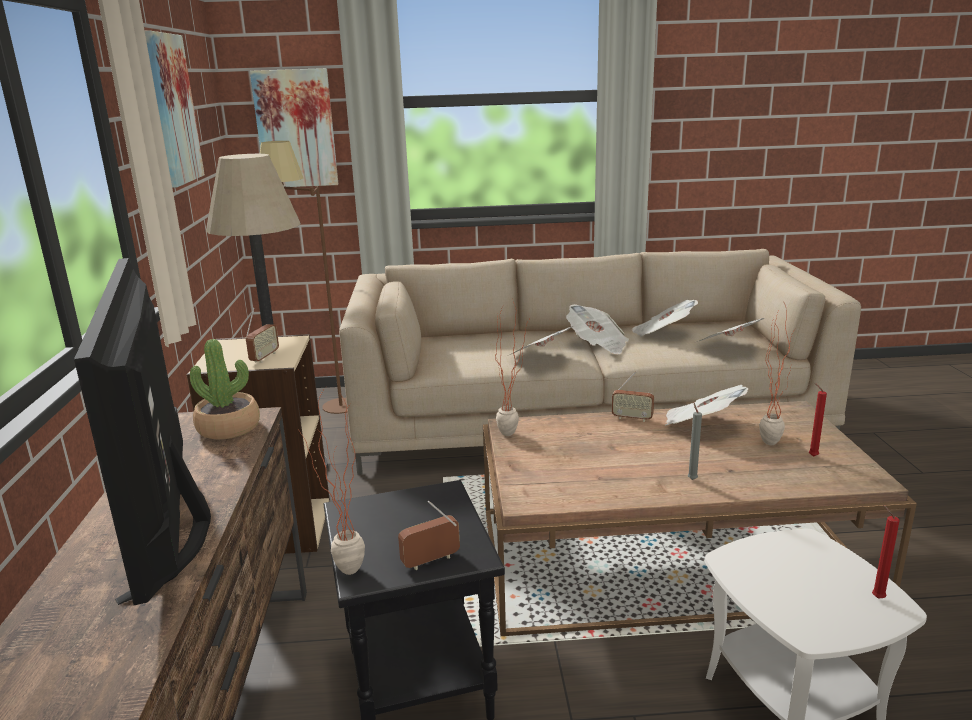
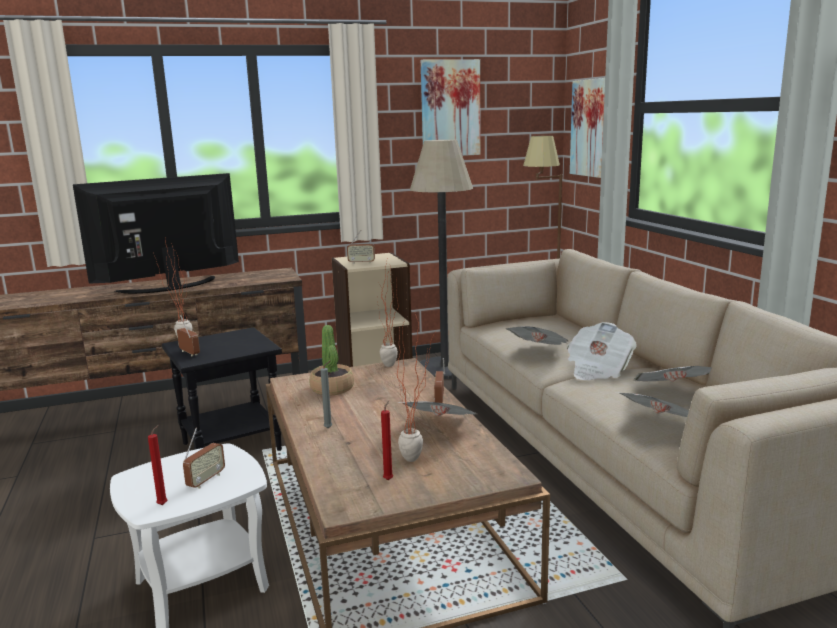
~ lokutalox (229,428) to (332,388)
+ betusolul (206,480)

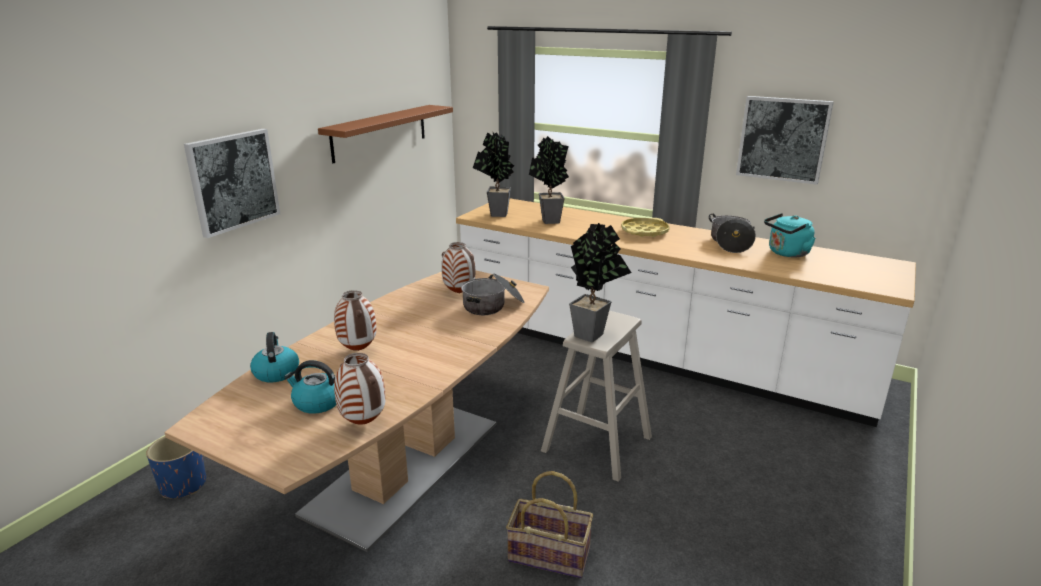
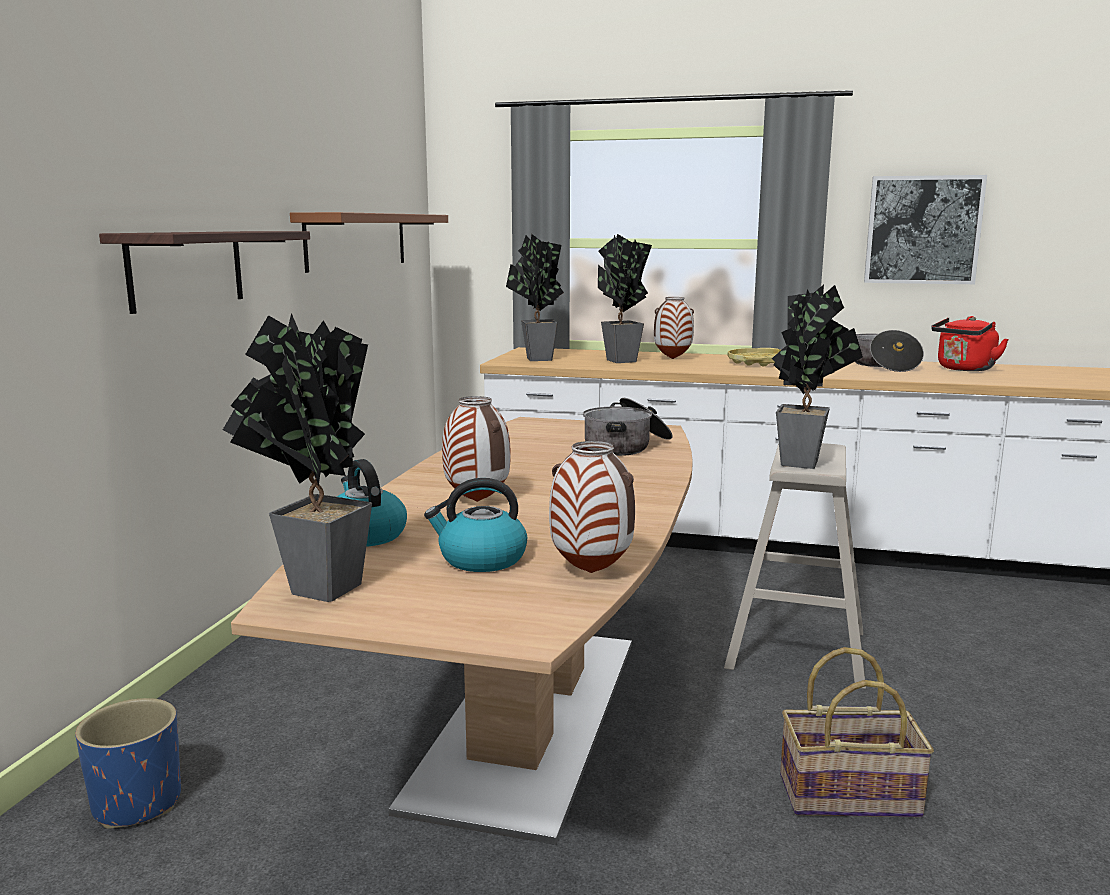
~ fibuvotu (233,181) to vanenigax (187,269)
~ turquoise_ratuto (786,253) to red_ratuto (964,369)
~ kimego (460,293) to (673,359)
+ lokutalox (314,591)

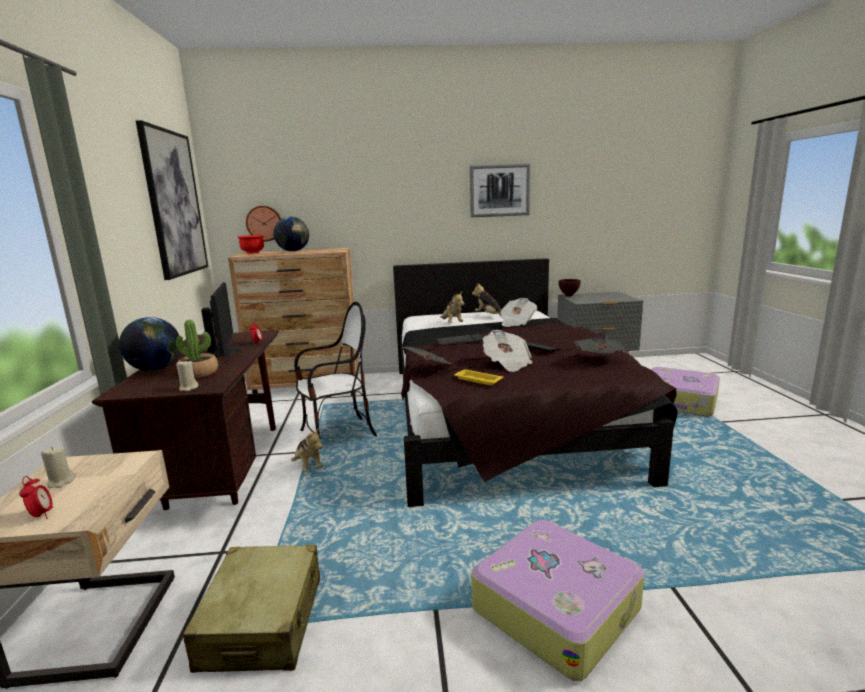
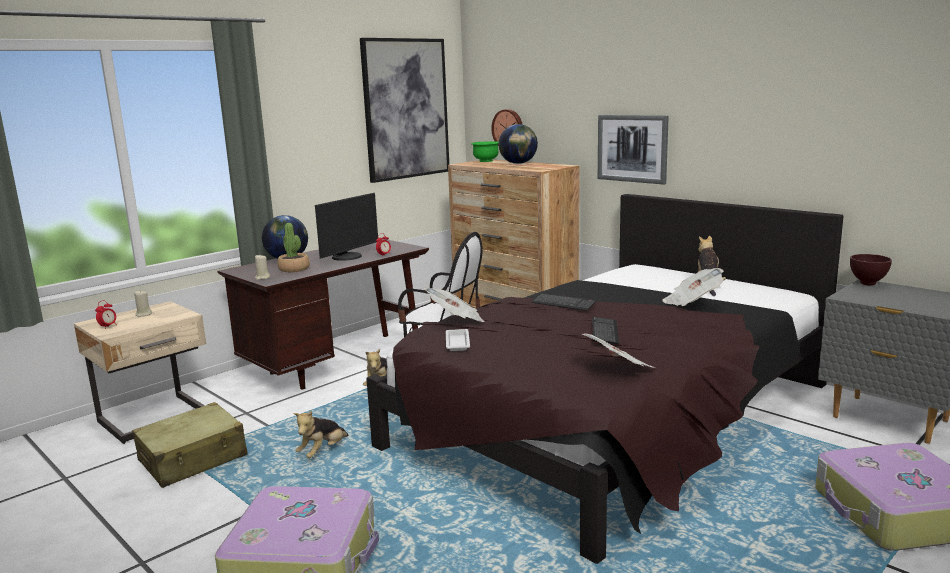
~ fibuvotu (499,190) to (632,148)
~ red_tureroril (253,253) to green_tureroril (485,161)
~ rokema (452,323) to (323,452)
- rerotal (507,363)
~ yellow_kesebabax (477,380) to white_kesebabax (457,342)

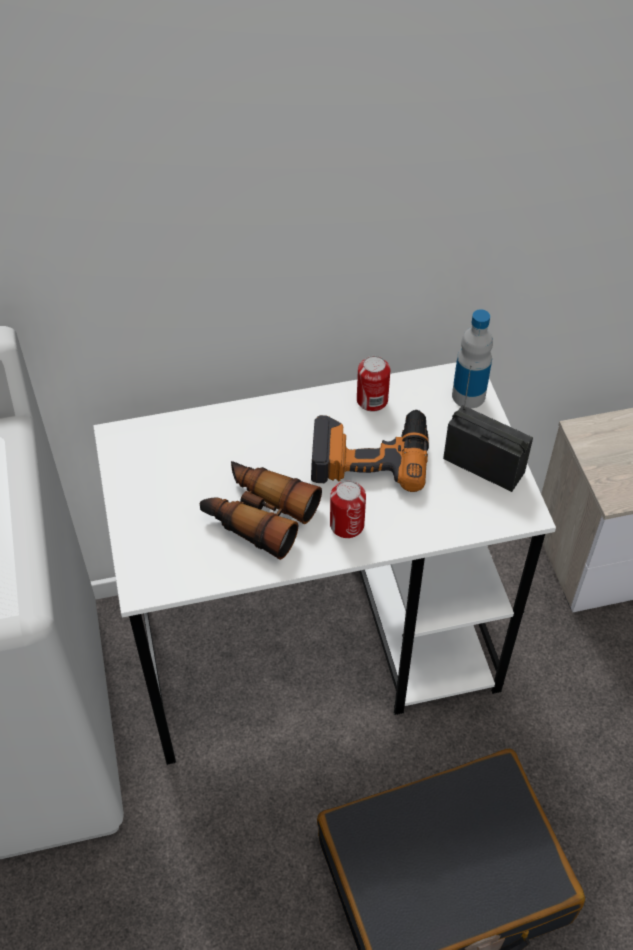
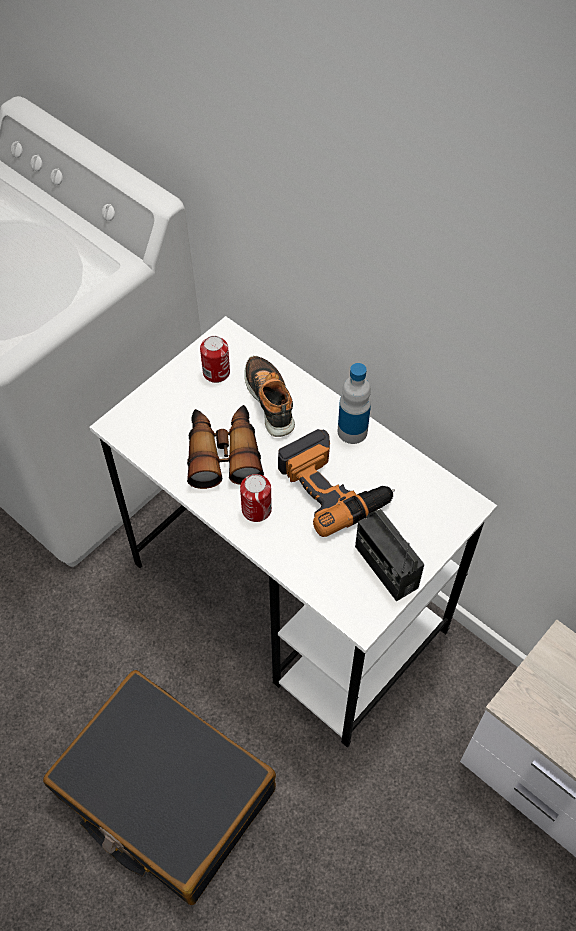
~ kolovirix (468,396) to (352,431)
~ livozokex (372,400) to (216,372)
~ betusolul (484,465) = (385,567) 150 degrees clockwise
+ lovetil (270,400)

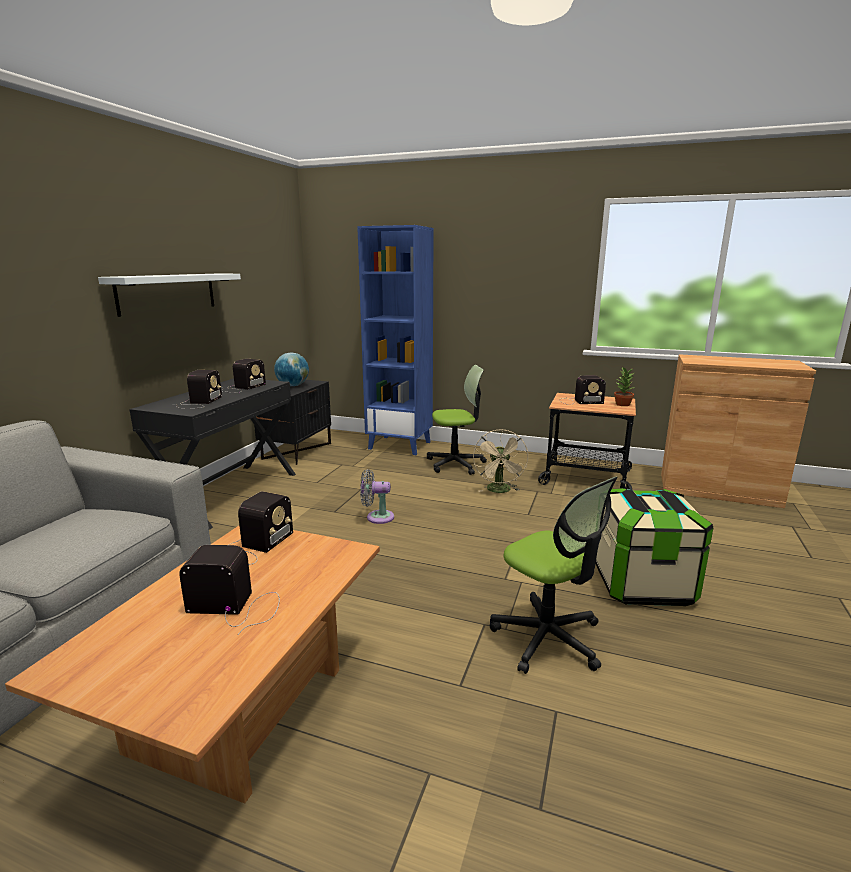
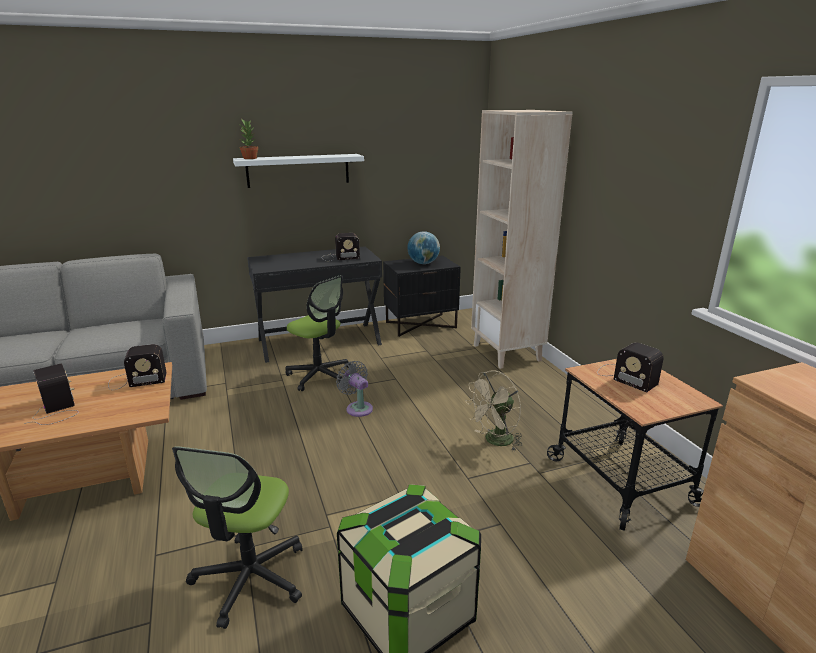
~ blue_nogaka (400,445) to beige_nogaka (507,353)
~ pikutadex (455,464) to (319,375)
~ lokutalox (622,404) to (250,158)
- betusolul (198,402)

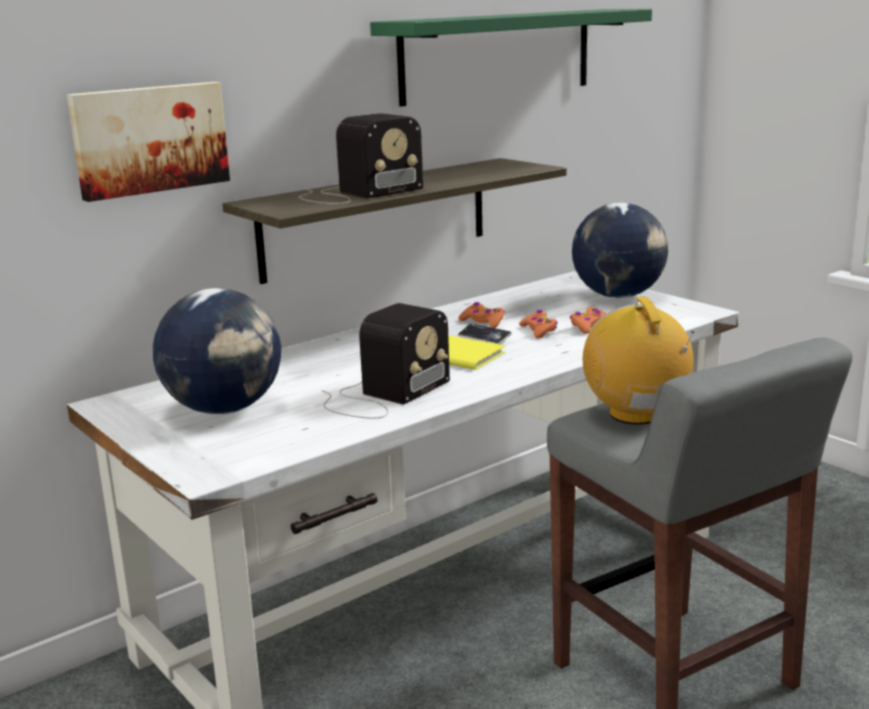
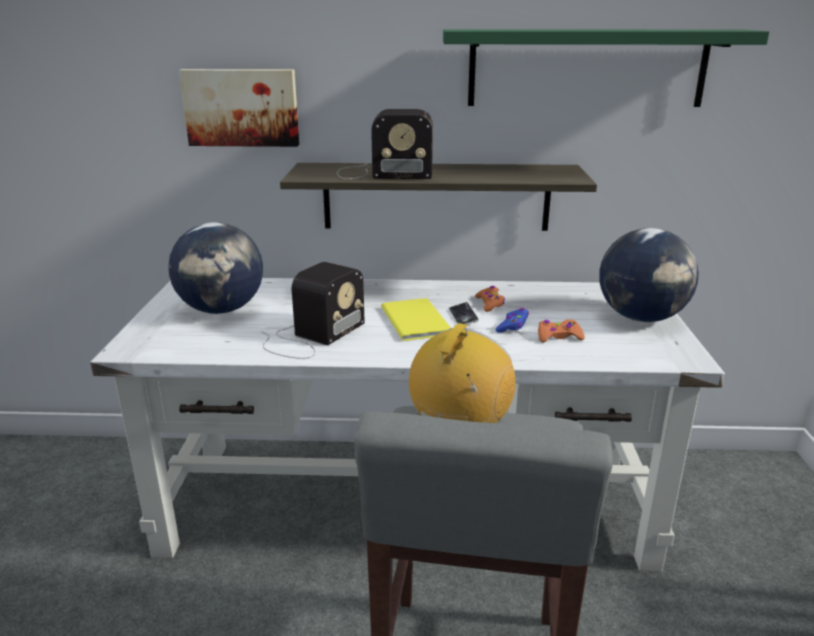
~ betusolul (383,395) = (311,336) 45 degrees counterclockwise
~ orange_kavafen (539,330) to blue_kavafen (512,326)

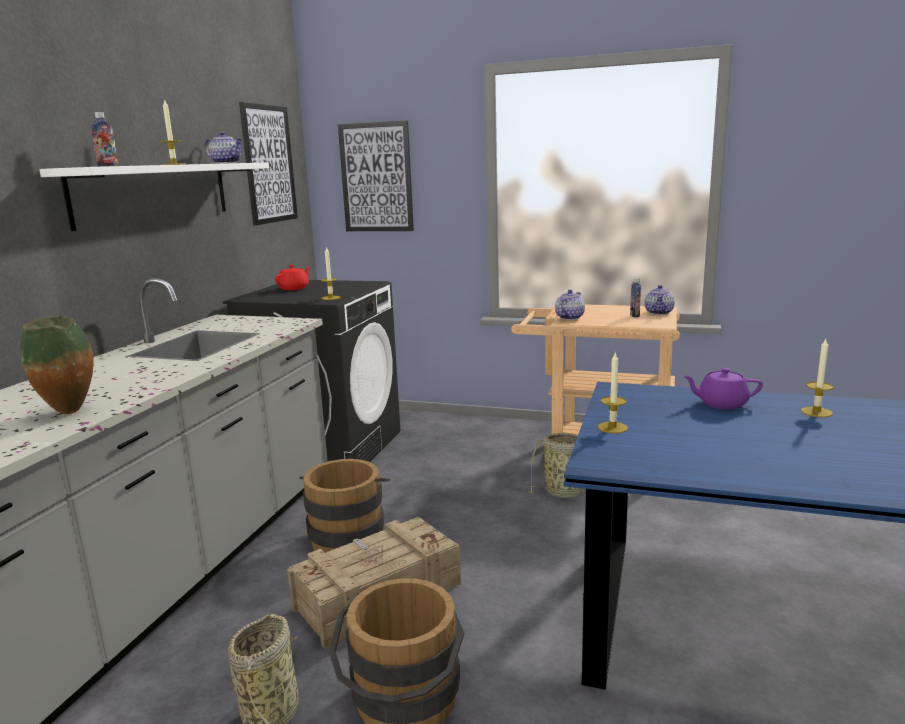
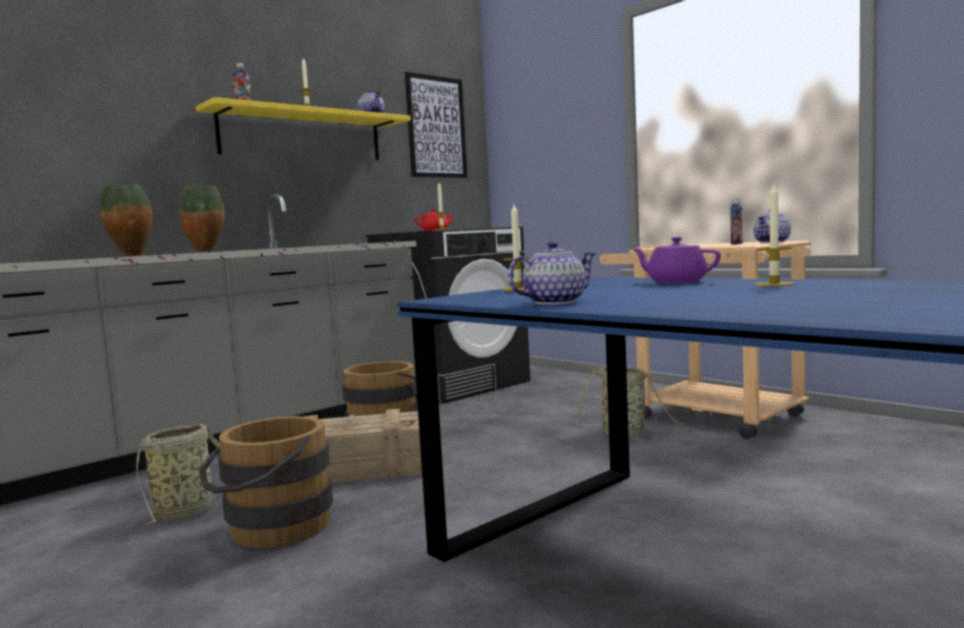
- fibuvotu (376,177)
~ white_vanenigax (154,193) to yellow_vanenigax (303,136)
~ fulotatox (569,317) to (553,302)
+ kimego (206,252)

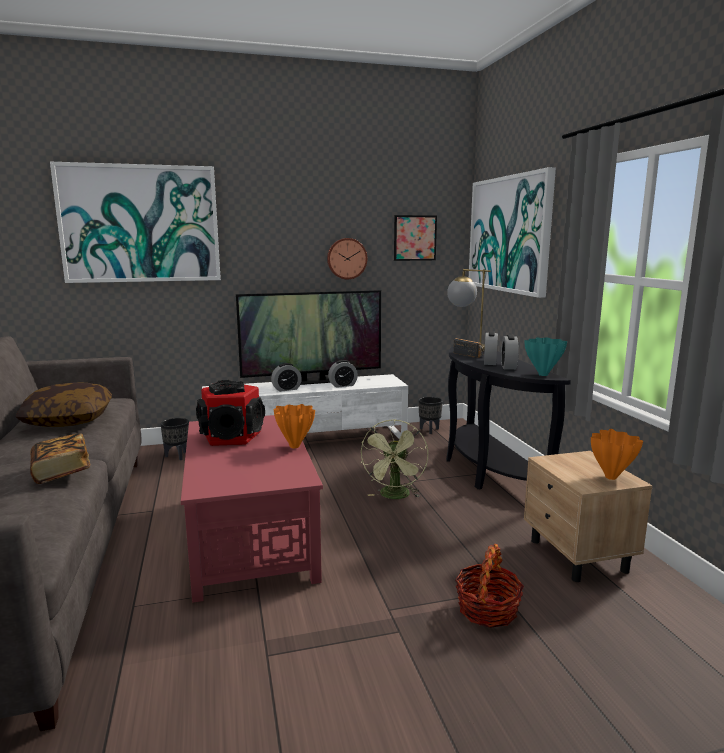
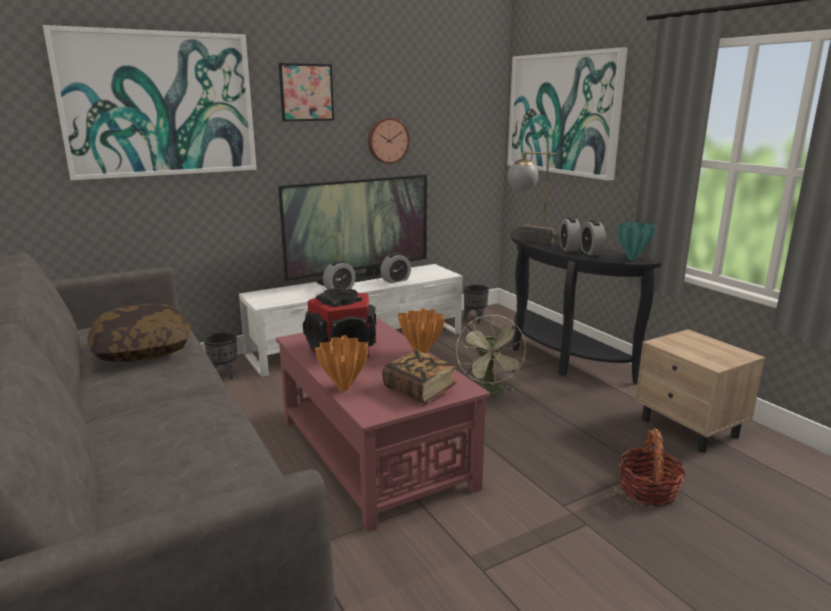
~ fibuvotu (415,238) to (306,92)
~ orange_kimego (611,478) to (344,388)
~ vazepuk (61,472) to (419,390)

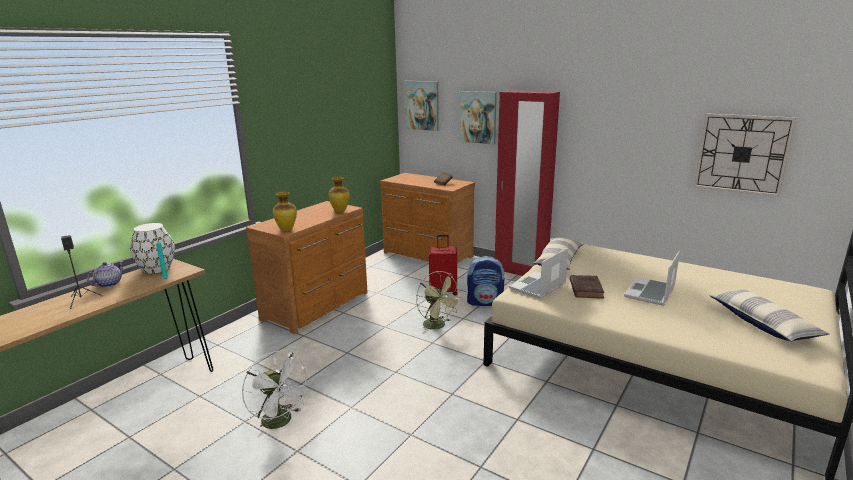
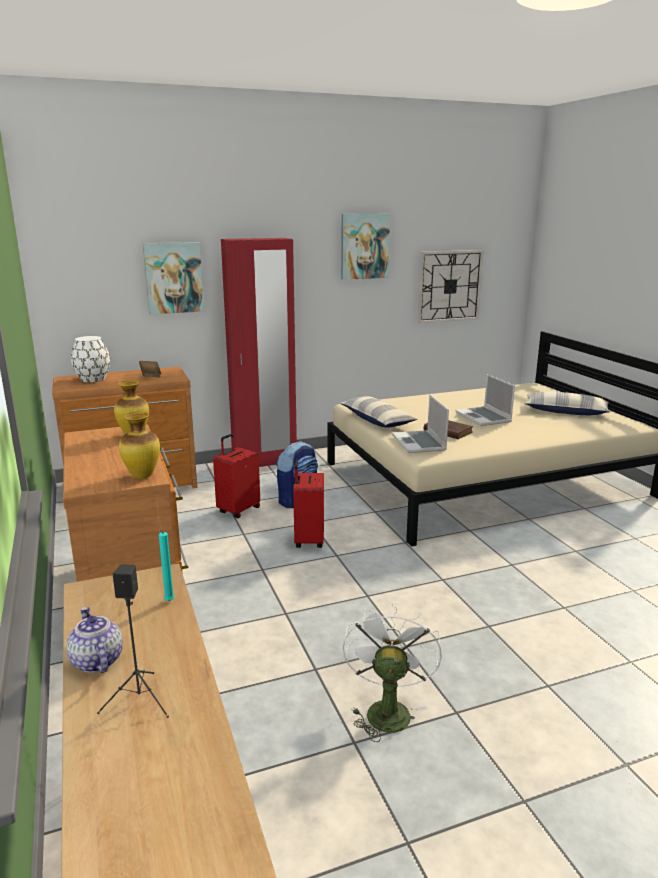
~ fibuvotu (422,105) to (364,246)
~ white_kimego (156,269) to (93,379)
~ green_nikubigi (438,326) to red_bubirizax (308,540)
~ white_nikubigi (281,422) = (387,709) 75 degrees counterclockwise

